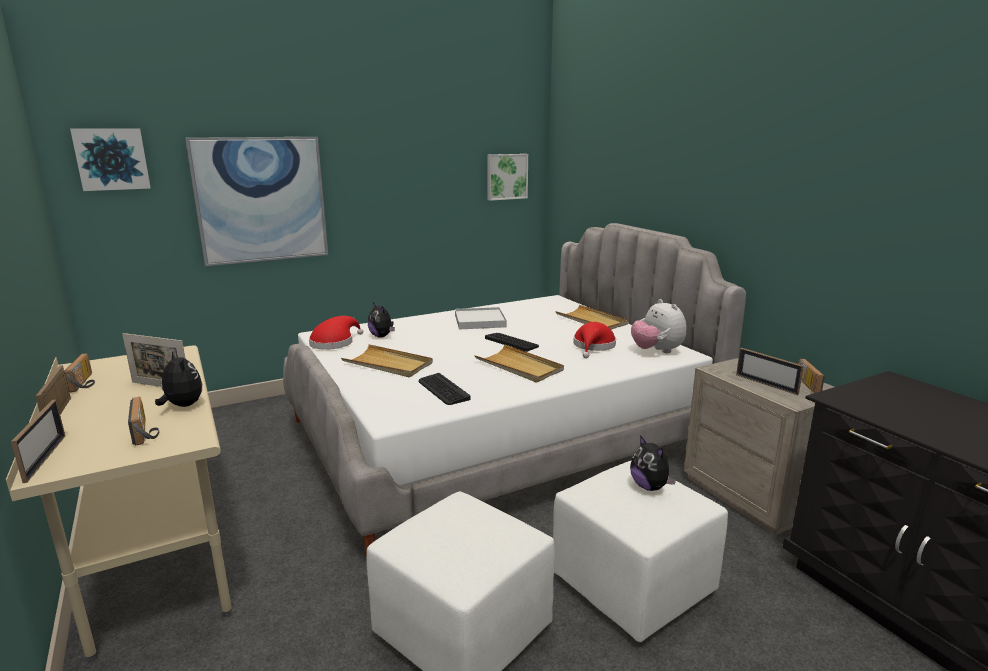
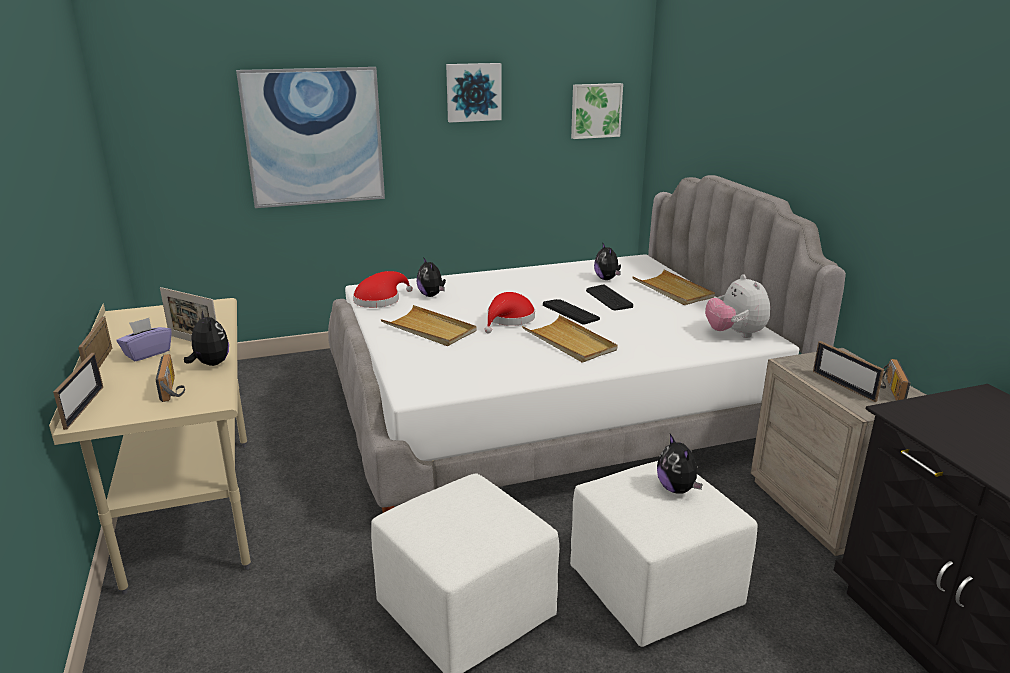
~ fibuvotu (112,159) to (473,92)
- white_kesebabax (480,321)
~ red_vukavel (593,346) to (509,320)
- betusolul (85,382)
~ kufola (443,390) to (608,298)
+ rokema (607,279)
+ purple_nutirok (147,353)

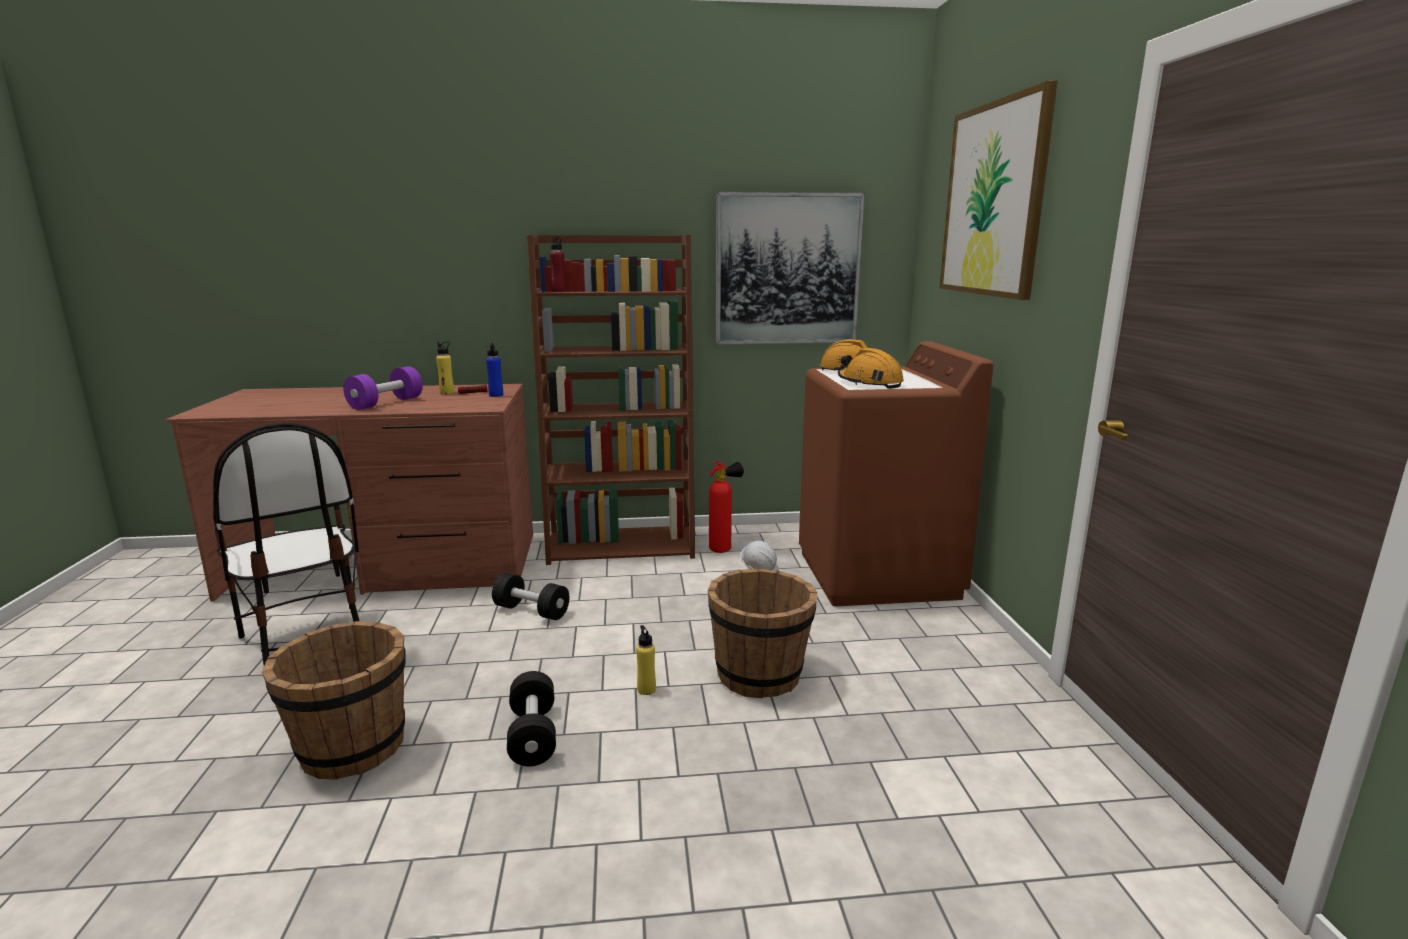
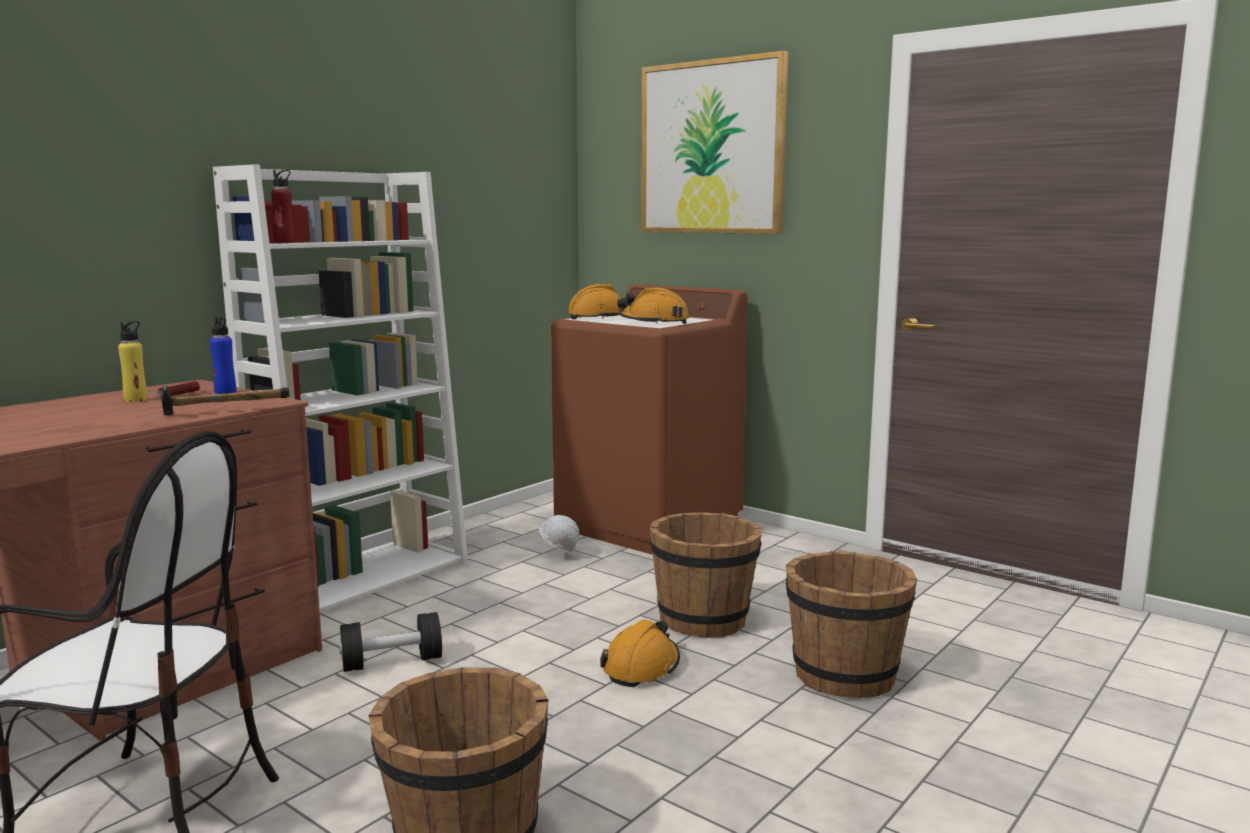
- fibuvotu (787,269)
~ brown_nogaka (622,545) to white_nogaka (364,576)
- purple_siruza (386,403)
- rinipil (724,549)
~ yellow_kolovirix (646,689) to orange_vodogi (641,667)
- black_siruza (533,735)
+ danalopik (223,411)
+ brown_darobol (844,675)

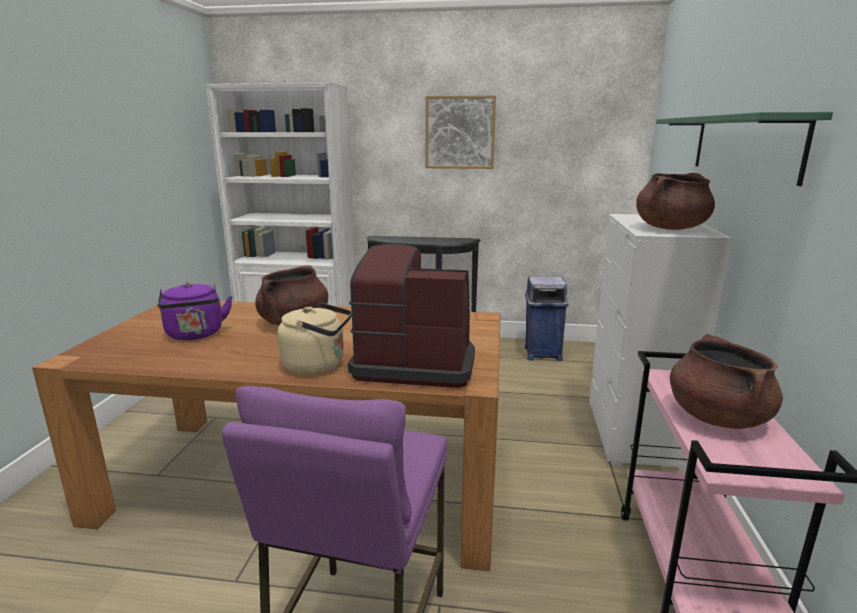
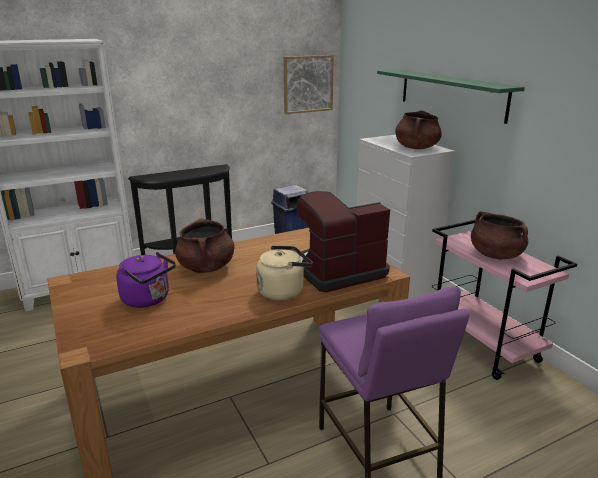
~ fibuvotu (460,132) to (308,84)

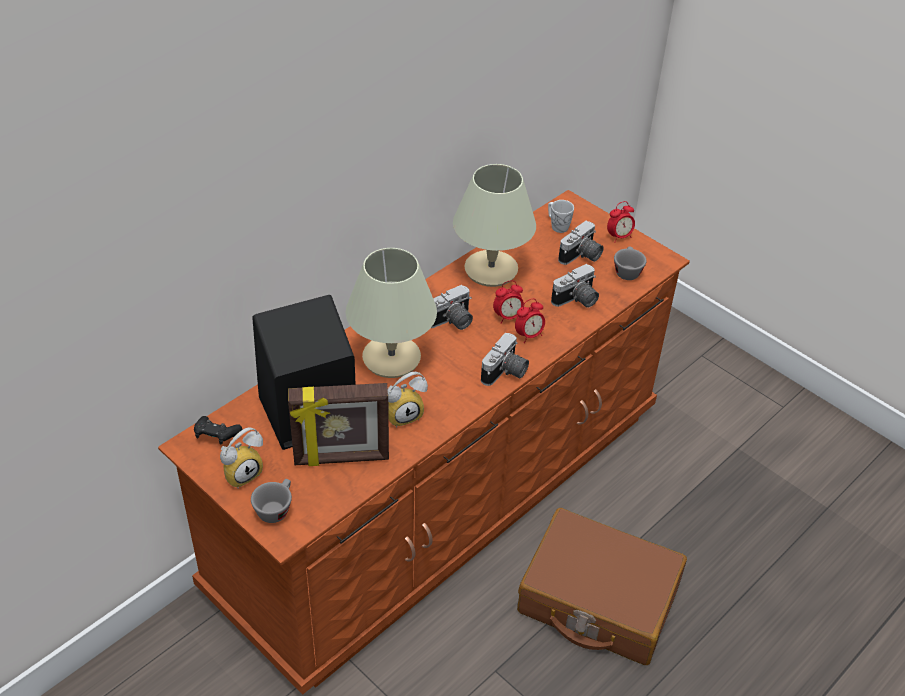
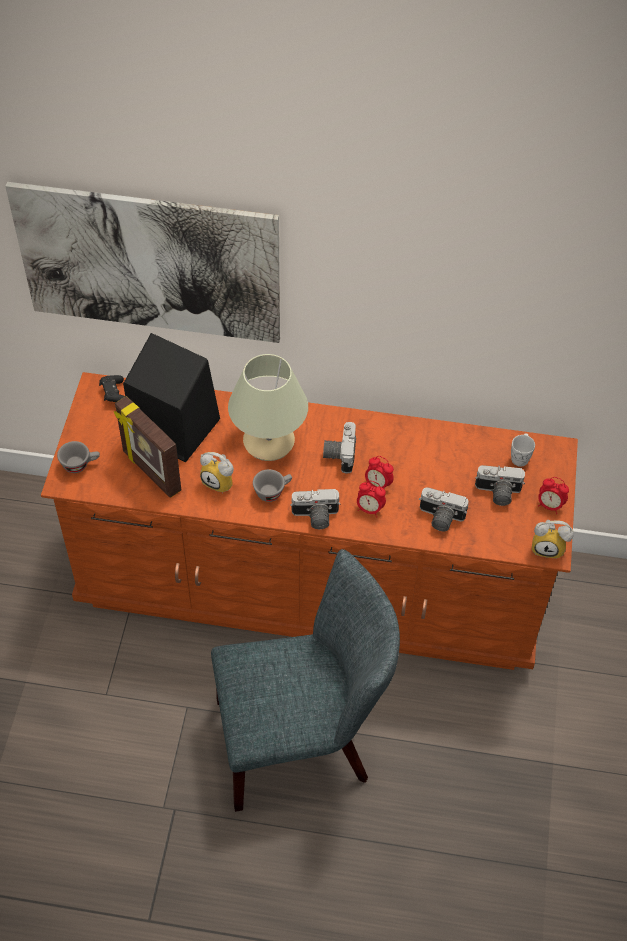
- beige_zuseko (490,270)
~ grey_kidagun (627,271) to (273,491)
~ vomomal (451,322) = (339,454) 75 degrees clockwise
~ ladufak (242,472) to (548,547)
~ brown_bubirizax (598,599) to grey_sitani (302,740)
+ fibuvotu (149,263)

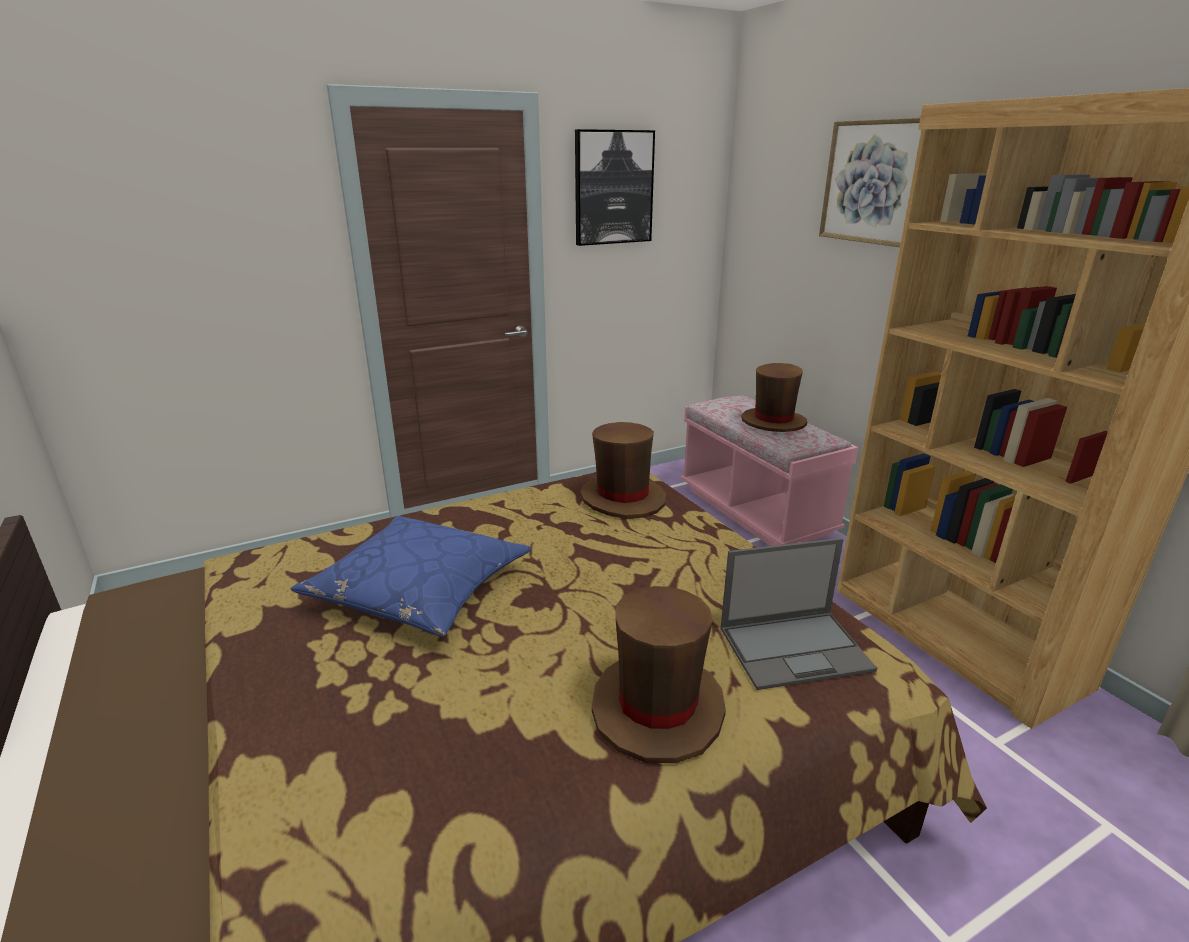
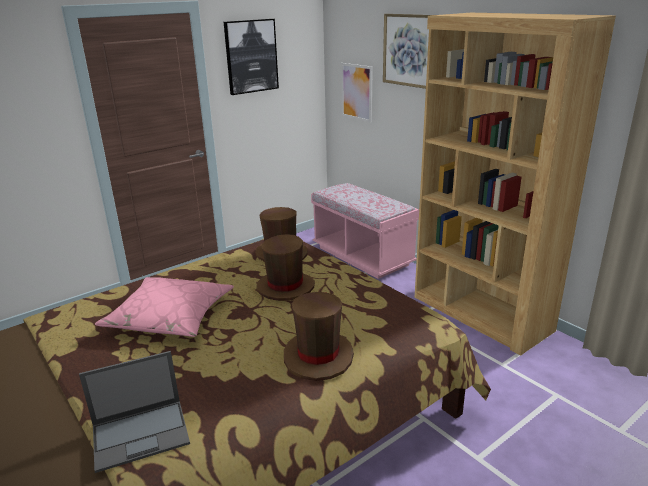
~ brown_vukavel (773,422) to (285,287)
~ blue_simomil (420,589) to pink_simomil (170,317)
~ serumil (796,648) to (142,434)
+ fibuvotu (357,92)

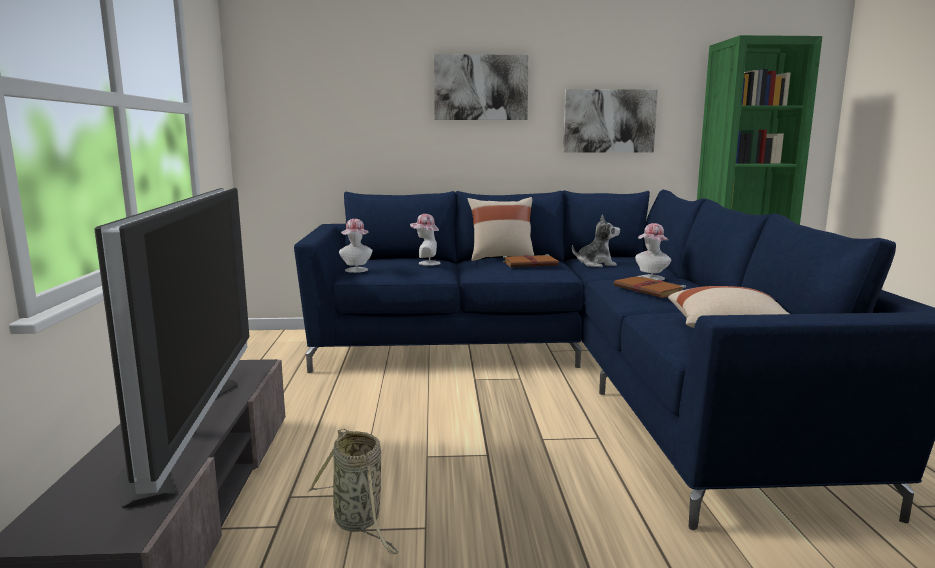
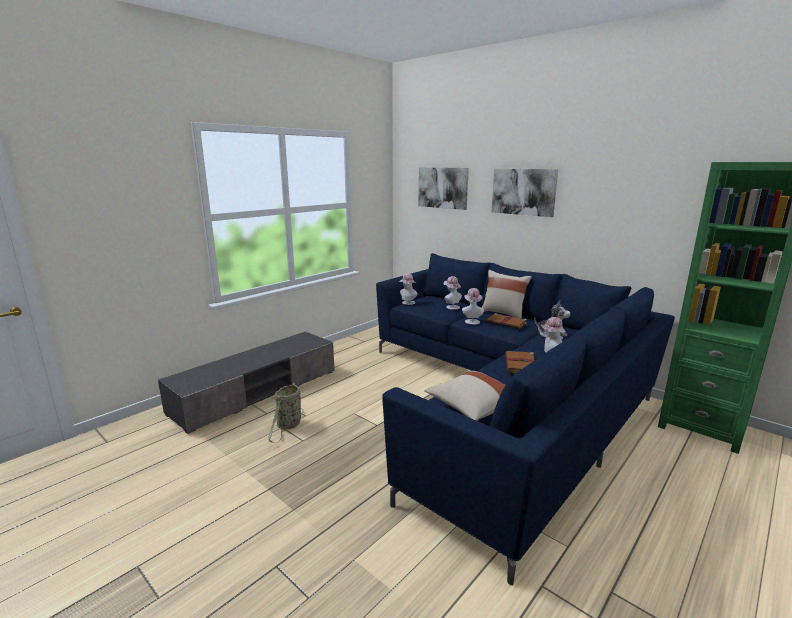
~ fibuvotu (609,121) to (443,187)
- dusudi (187,431)
+ vukavel (472,321)

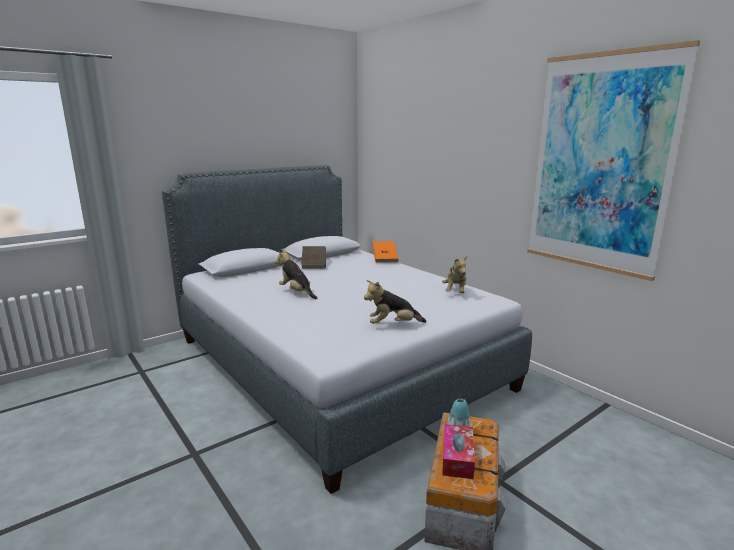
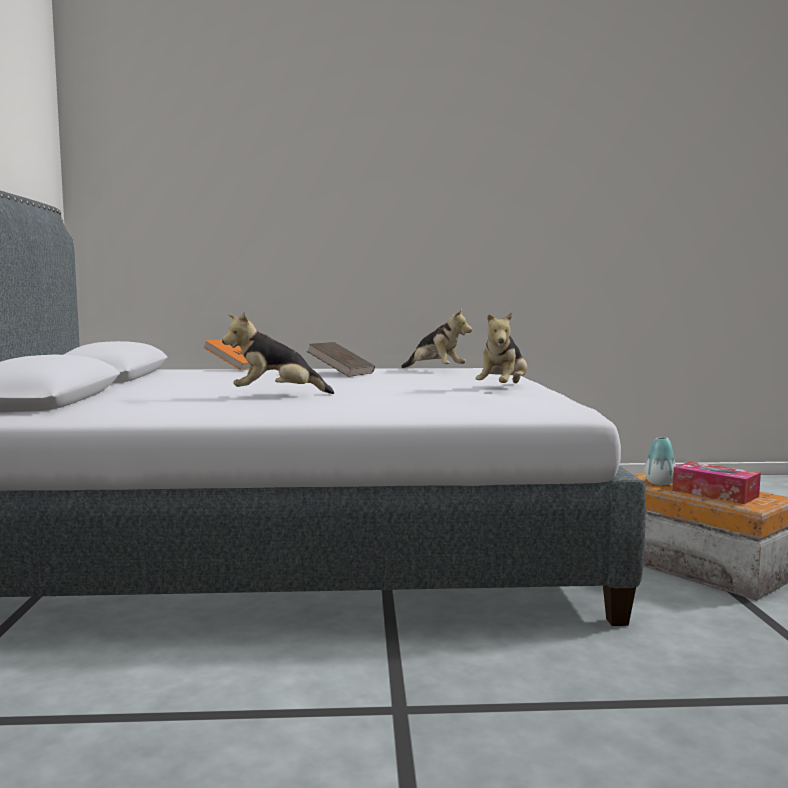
- fibuvotu (600,164)
~ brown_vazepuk (314,265) to (341,373)

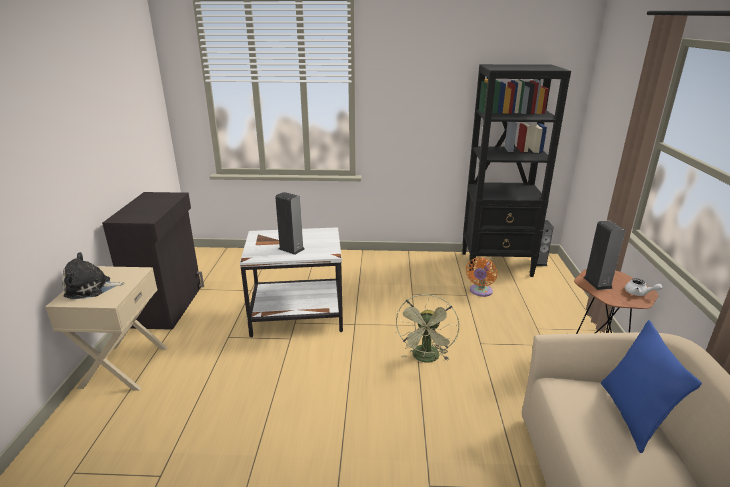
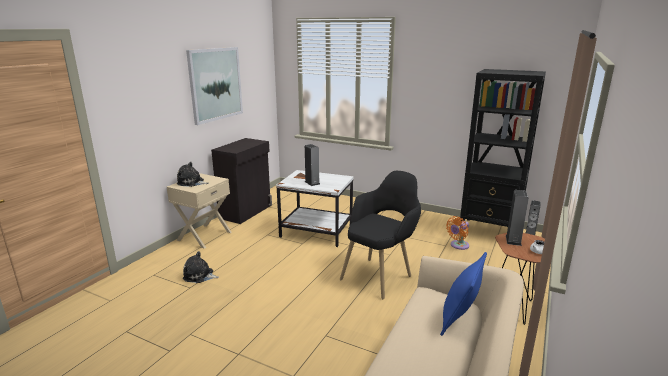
~ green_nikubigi (426,358) to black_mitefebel (381,274)
+ fibuvotu (215,84)
+ rokema (200,276)

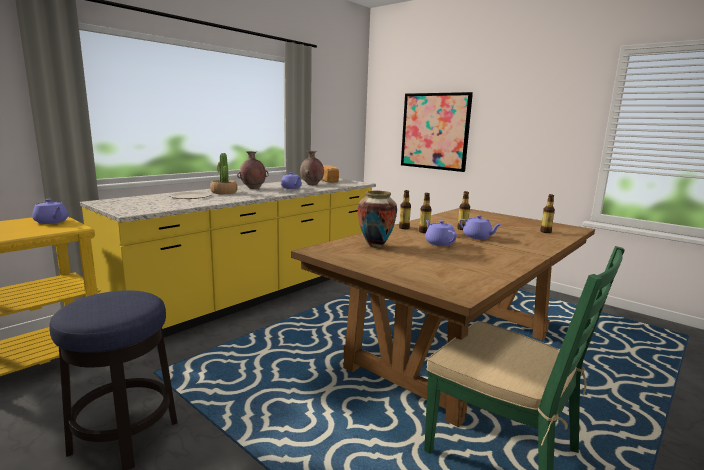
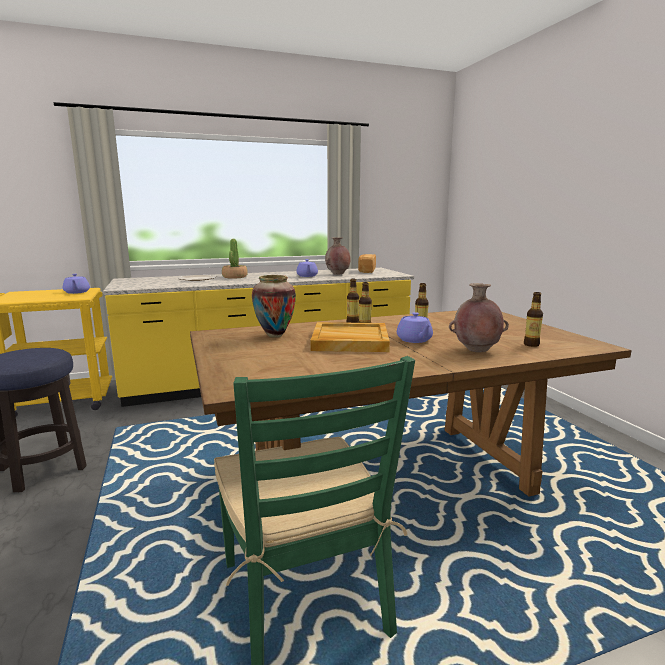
- fibuvotu (435,131)
~ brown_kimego (253,188) to (476,350)
~ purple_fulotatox (439,243) to beige_kesebabax (349,341)

